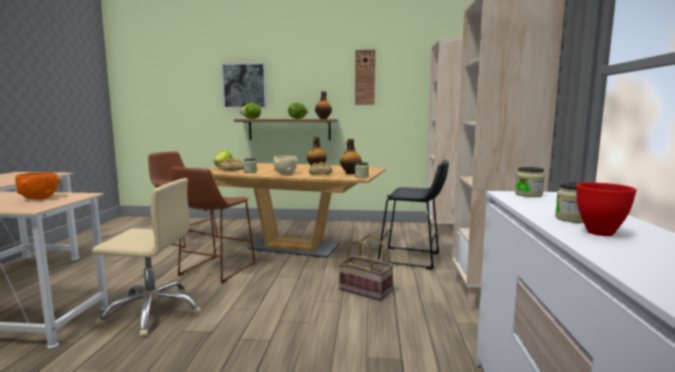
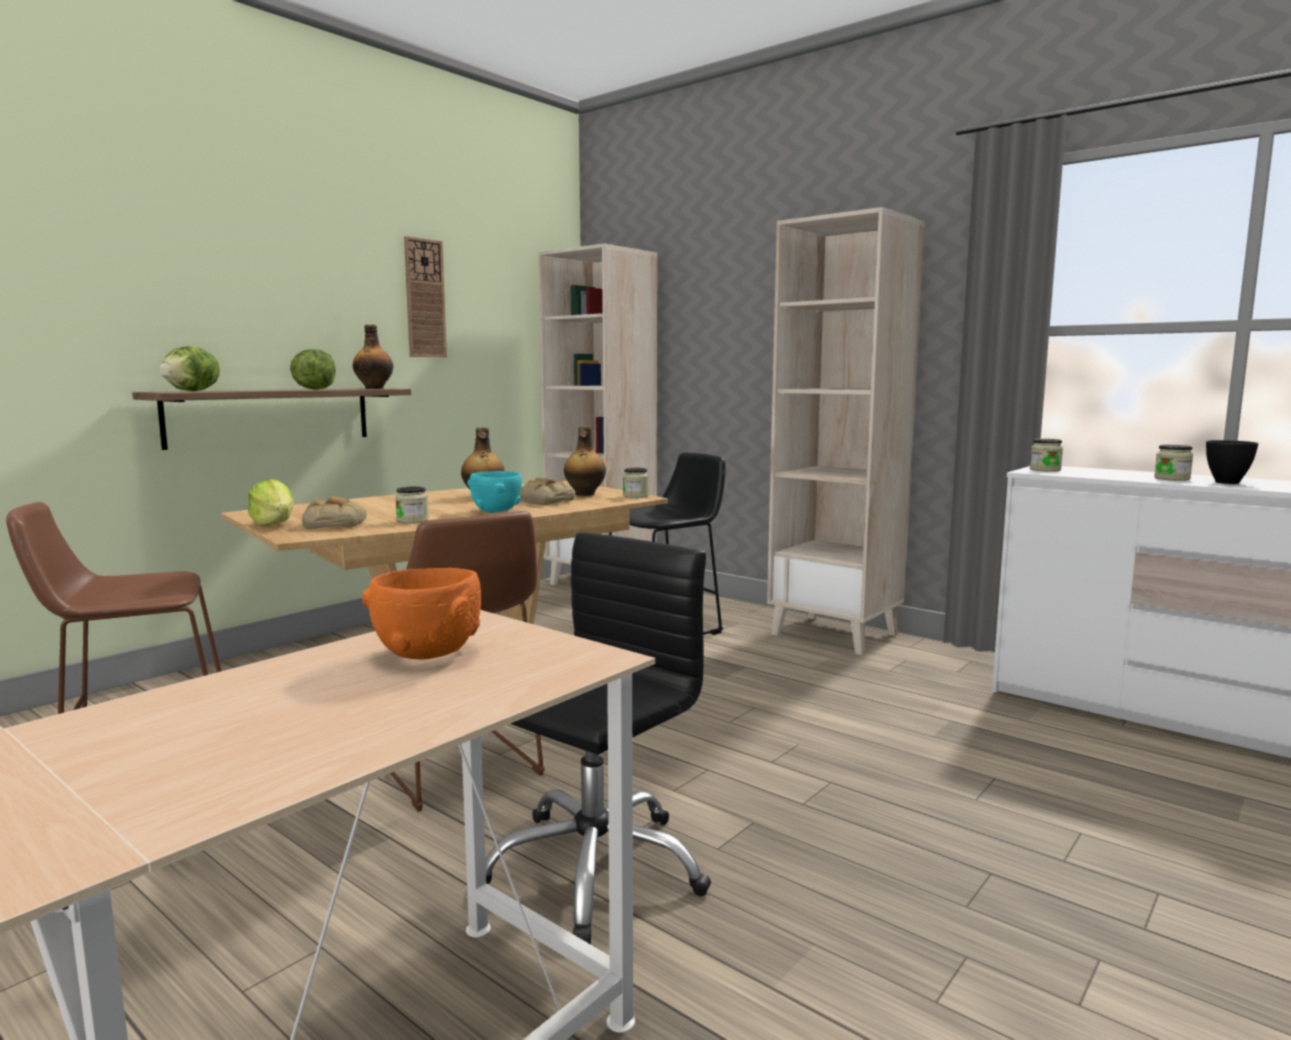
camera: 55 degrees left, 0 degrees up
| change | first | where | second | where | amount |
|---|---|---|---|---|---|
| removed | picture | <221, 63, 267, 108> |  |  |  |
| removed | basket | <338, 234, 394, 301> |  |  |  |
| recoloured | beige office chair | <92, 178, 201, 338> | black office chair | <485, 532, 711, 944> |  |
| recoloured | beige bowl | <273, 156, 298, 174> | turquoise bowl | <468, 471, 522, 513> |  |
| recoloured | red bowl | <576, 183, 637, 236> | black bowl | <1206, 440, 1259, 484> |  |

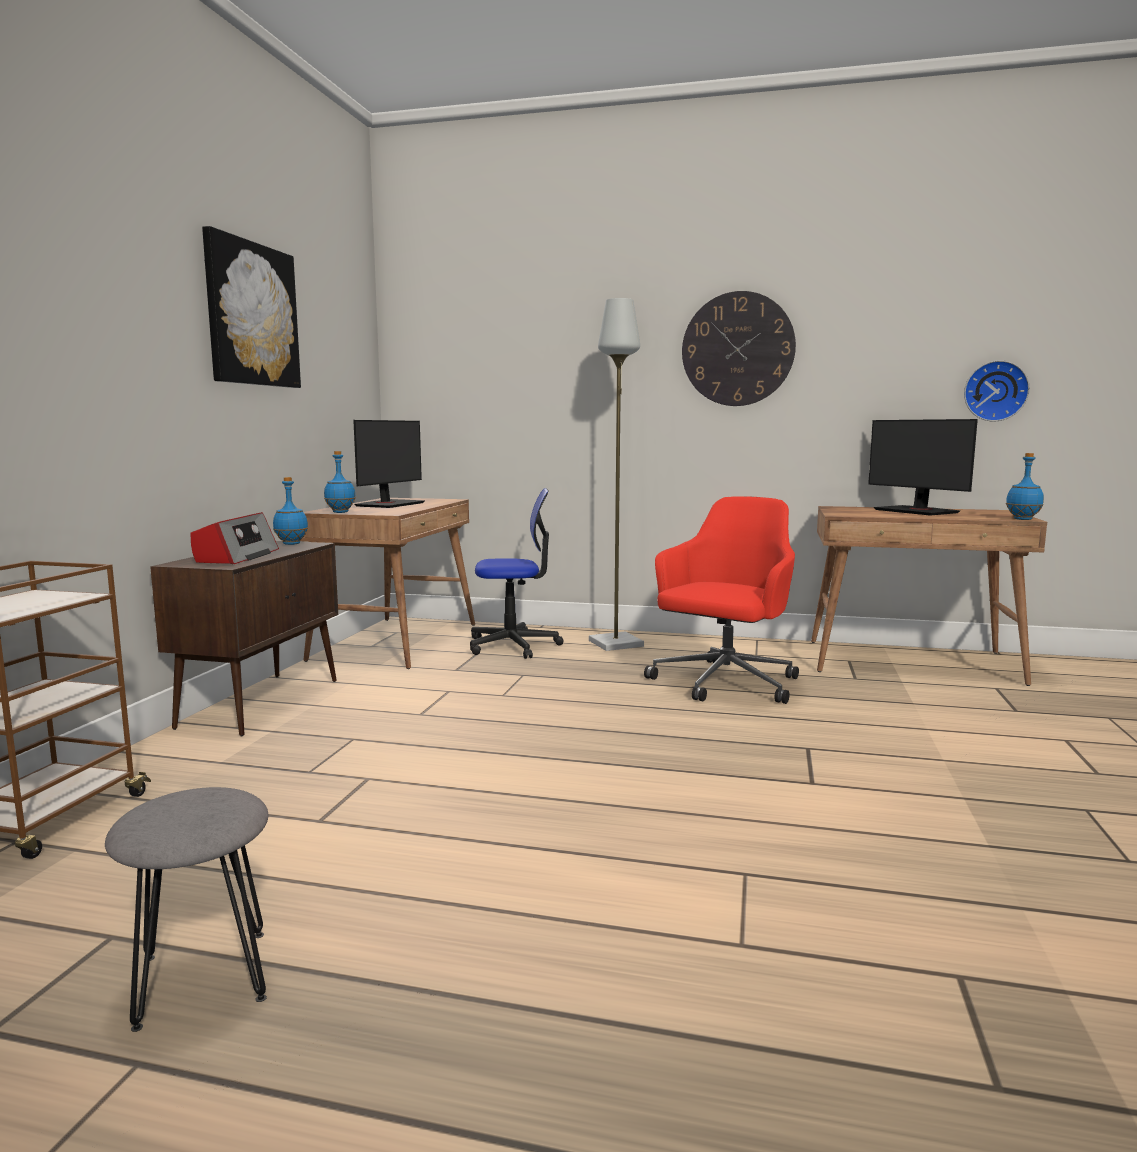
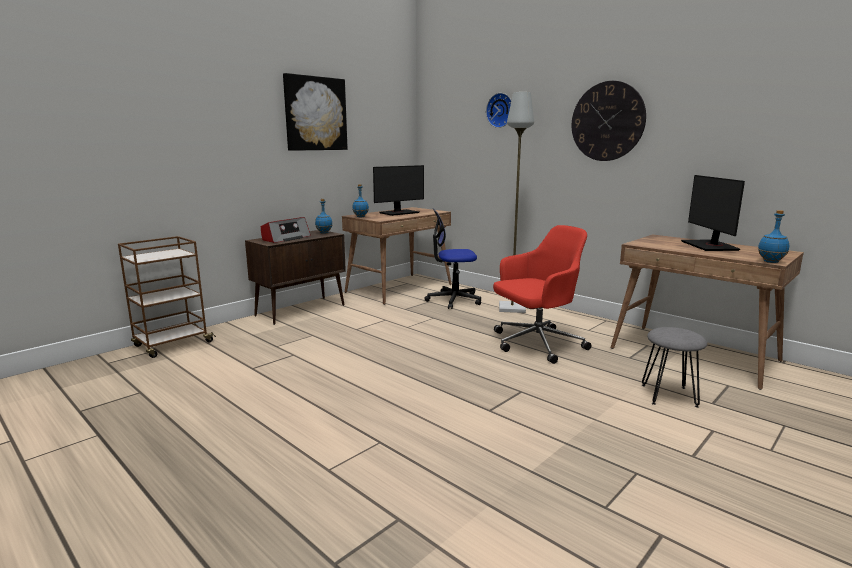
camera: 30 degrees right, 5 degrees up
| change | first | where | second | where | amount |
|---|---|---|---|---|---|
| moved | grey stool | <105, 787, 268, 1032> |  | <642, 327, 707, 408> |  |
| moved | wall clock | <964, 360, 1030, 422> |  | <486, 93, 511, 128> |  |
| turned | office chair | <470, 488, 563, 659> |  | <424, 208, 481, 309> | 150 degrees clockwise |

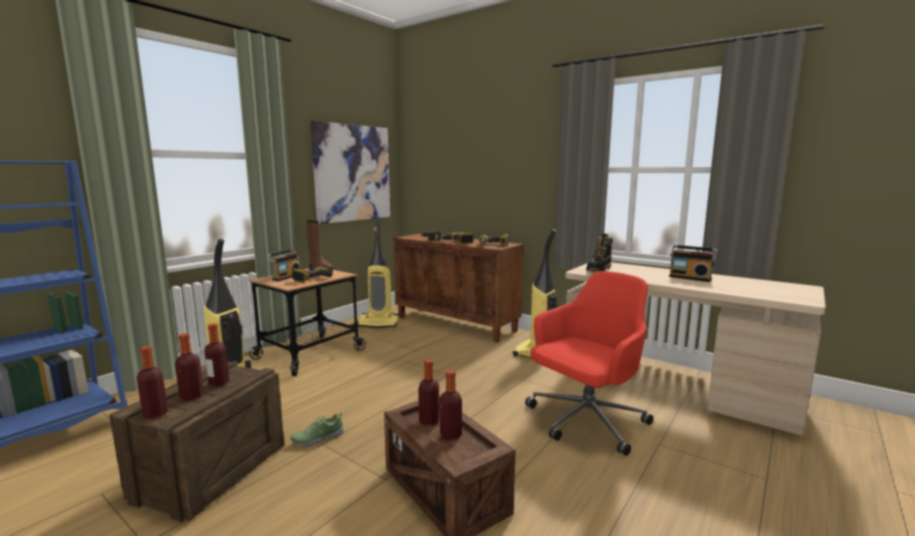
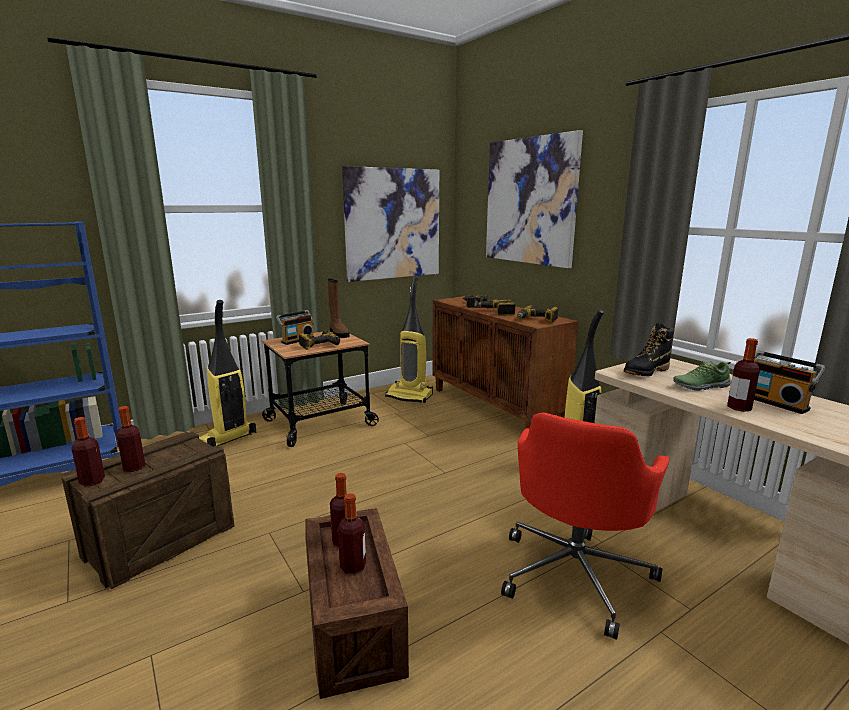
camera: 20 degrees right, 5 degrees up
| change | first | where | second | where | amount |
|---|---|---|---|---|---|
| added |  |  | picture | <486, 130, 583, 268> |  |
| moved | bottle | <204, 323, 229, 387> |  | <727, 338, 760, 412> |  |
| moved | shoe | <291, 413, 344, 447> |  | <673, 361, 731, 391> |  |
| turned | red office chair | <525, 271, 653, 456> |  | <501, 413, 670, 640> | 135 degrees clockwise |

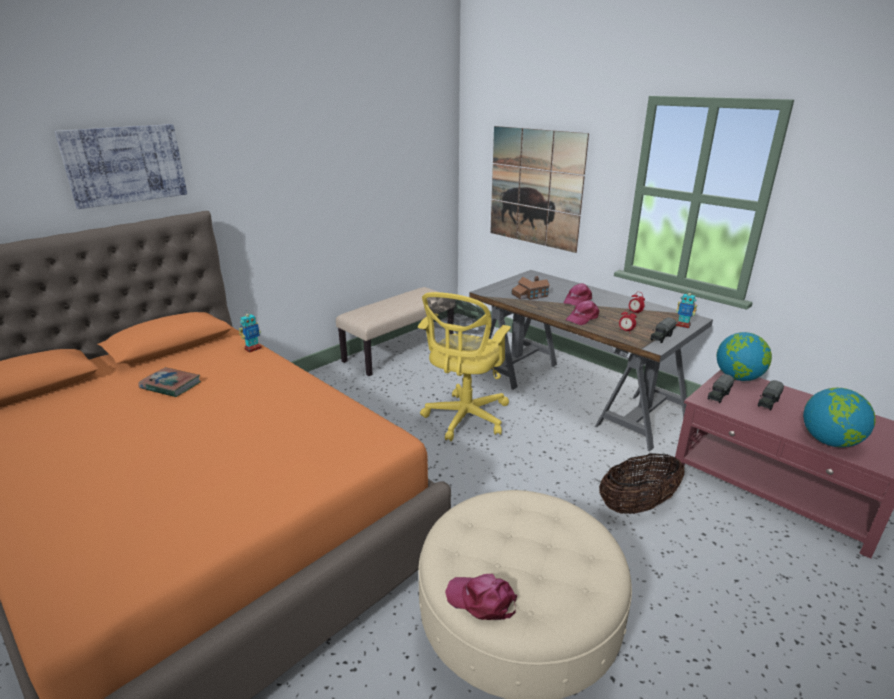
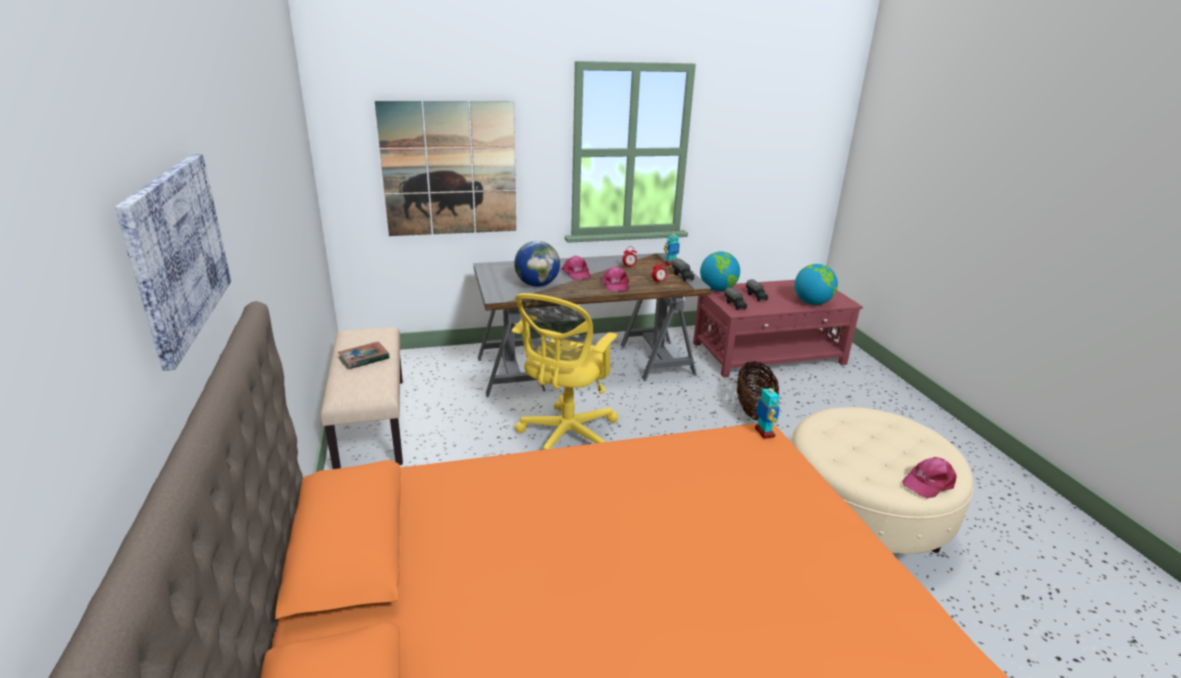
camera: 60 degrees left, 0 degrees up
| change | first | where | second | where | amount |
|---|---|---|---|---|---|
| moved | book | <138, 367, 201, 397> |  | <338, 342, 390, 369> |  |
| moved | toy robot | <239, 314, 262, 353> |  | <755, 384, 780, 439> |  |
| replaced | toy house | <512, 276, 550, 300> | globe | <514, 241, 560, 287> |  |
| turned | yellow office chair | <418, 292, 511, 441> |  | <512, 293, 619, 450> | 60 degrees clockwise |

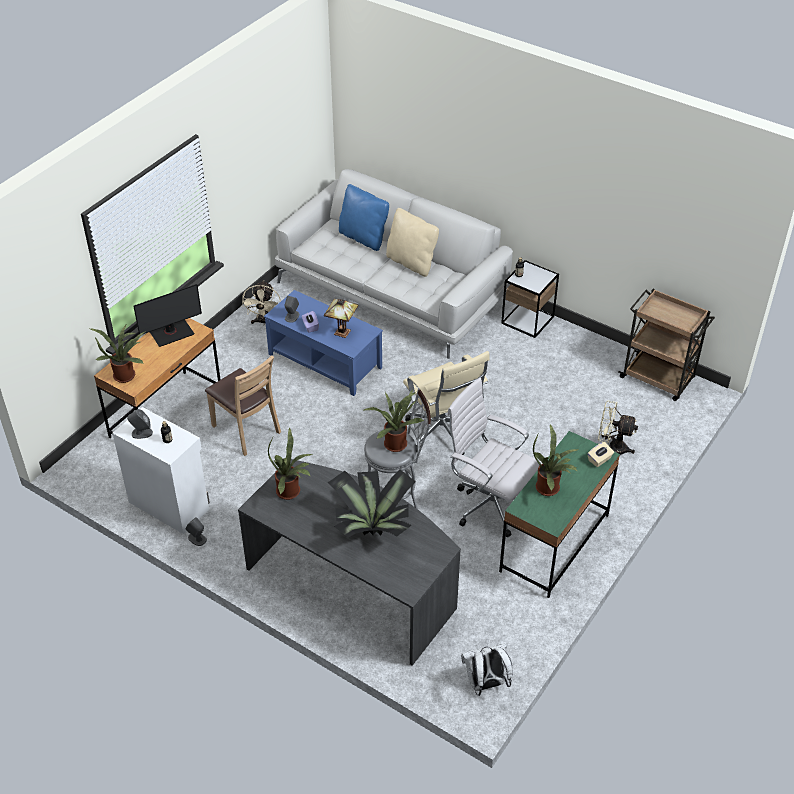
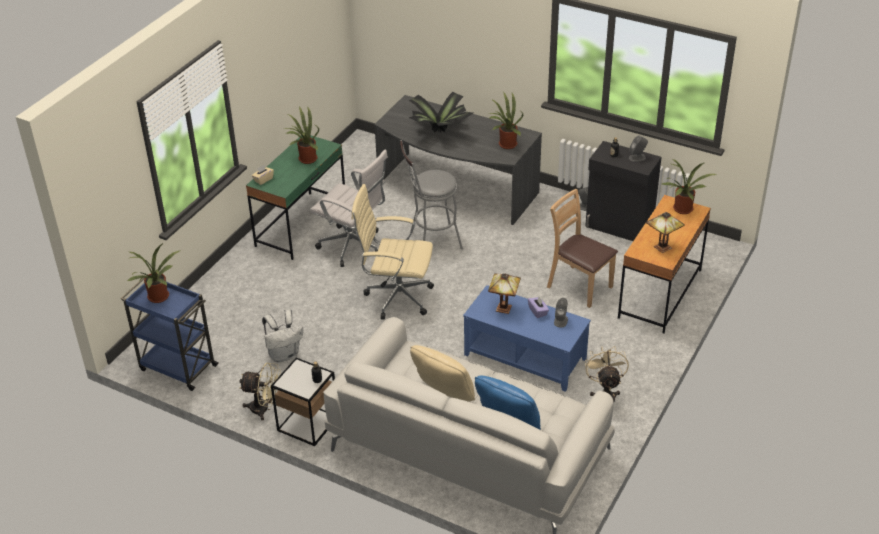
camera: 175 degrees right, 5 degrees down
| change | first | where | second | where | amount |
|---|---|---|---|---|---|
| moved | potted plant | <364, 389, 424, 452> |  | <127, 243, 181, 303> |  |
| moved | white backpack | <461, 643, 513, 696> |  | <262, 309, 303, 362> |  |
| moved | beige fan | <598, 401, 638, 455> |  | <239, 363, 281, 420> |  |
| replaced | monitor | <133, 284, 202, 347> | table lamp | <646, 212, 685, 253> |  |
| recoloured | white cabinet | <112, 407, 210, 534> | black cabinet | <585, 141, 662, 241> |  |
| recoloured | brown cart | <618, 289, 715, 401> | blue cart | <121, 278, 219, 391> |  |
| turned | beige office chair | <403, 351, 490, 455> |  | <352, 184, 434, 320> | 45 degrees counterclockwise |

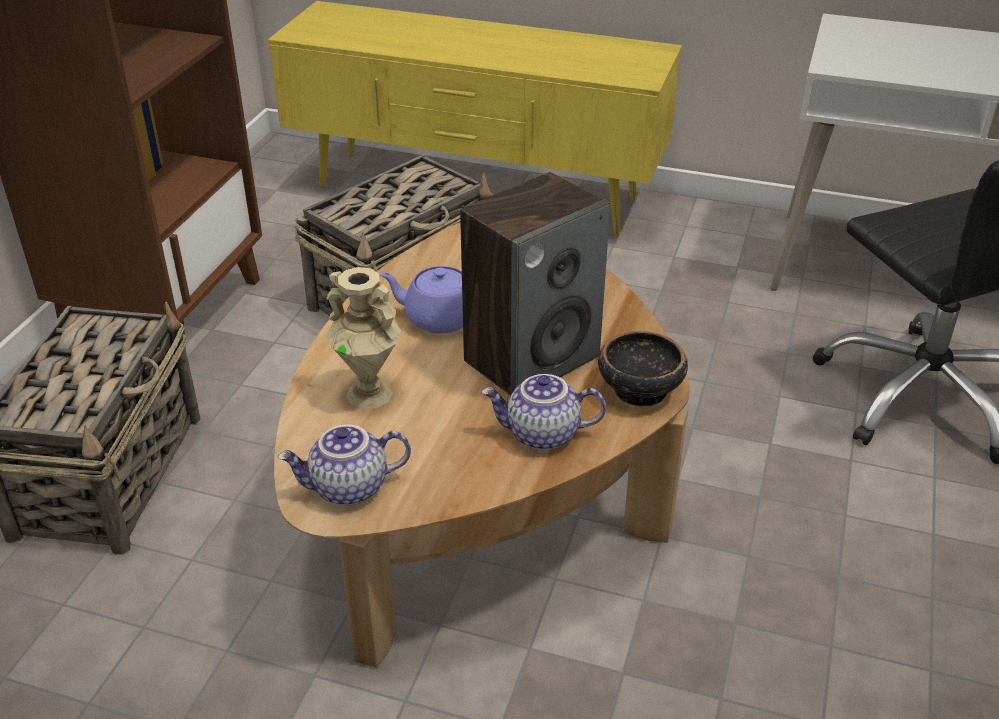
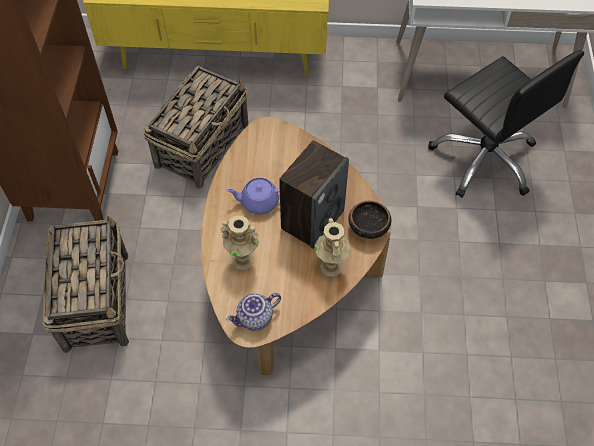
camera: 15 degrees left, 20 degrees up
| change | first | where | second | where | amount |
|---|---|---|---|---|---|
| replaced | teapot | <481, 374, 606, 450> | beige vase | <315, 218, 351, 277> |  |

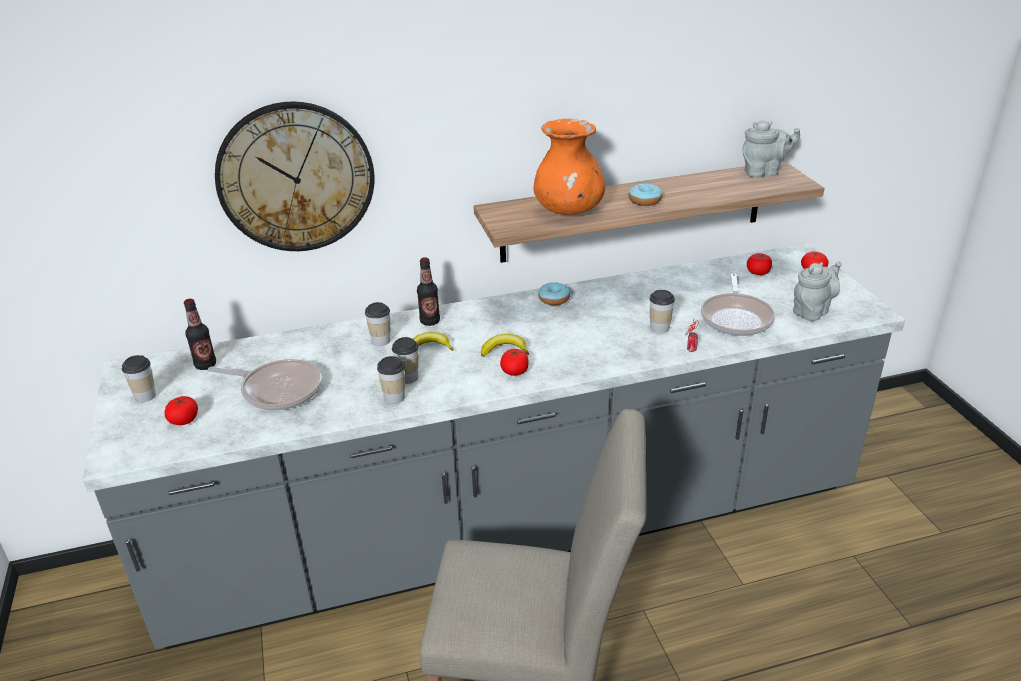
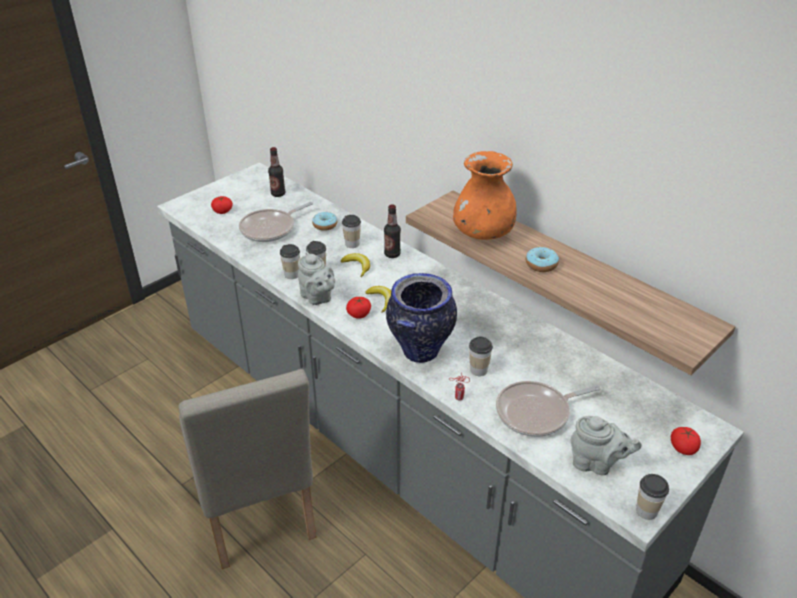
camera: 60 degrees right, 5 degrees up
| change | first | where | second | where | amount |
|---|---|---|---|---|---|
| removed | wall clock | <215, 101, 374, 251> |  |  |  |
| removed | tomato | <747, 253, 772, 275> |  |  |  |
| added |  |  | vase | <386, 273, 457, 363> |  |
| moved | cup | <122, 355, 156, 402> |  | <636, 474, 669, 520> |  |
| moved | donut | <538, 282, 570, 305> |  | <312, 212, 337, 231> |  |
| moved | grey teapot | <743, 120, 800, 178> |  | <298, 252, 335, 305> |  |
| turned | frying pan | <208, 359, 322, 410> |  | <239, 202, 313, 242> | 60 degrees clockwise |

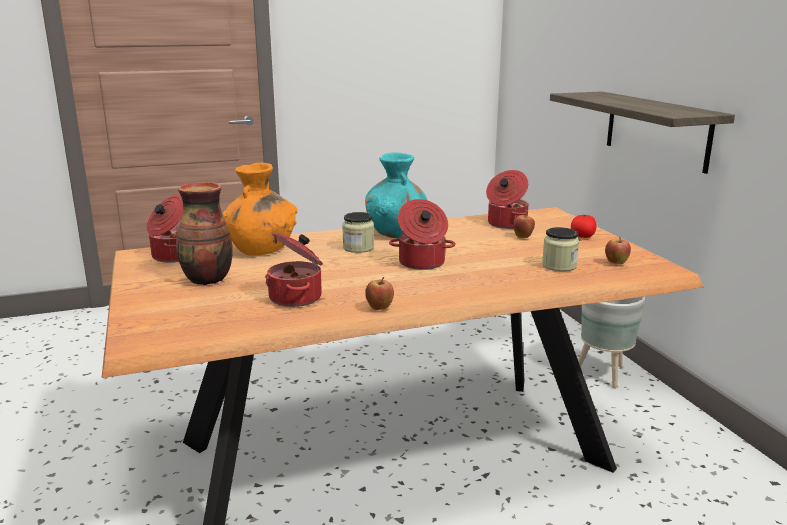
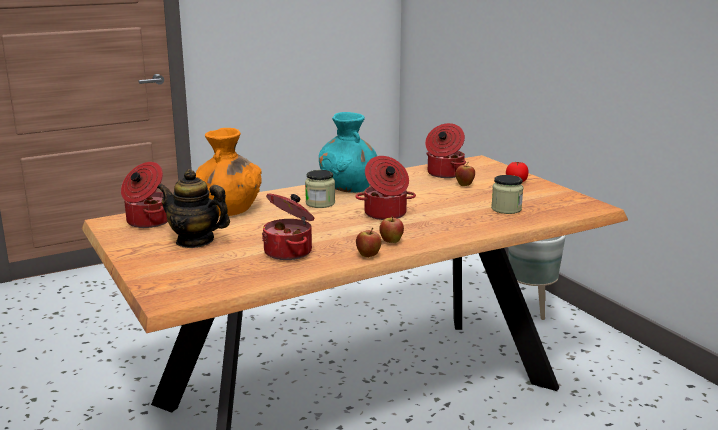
camera: 10 degrees left, 0 degrees up
| change | first | where | second | where | amount |
|---|---|---|---|---|---|
| removed | shelf | <550, 91, 735, 174> |  |  |  |
| moved | apple | <605, 237, 631, 264> |  | <379, 216, 404, 243> |  |
| replaced | vase | <176, 182, 233, 285> | teapot | <157, 169, 230, 248> |  |

